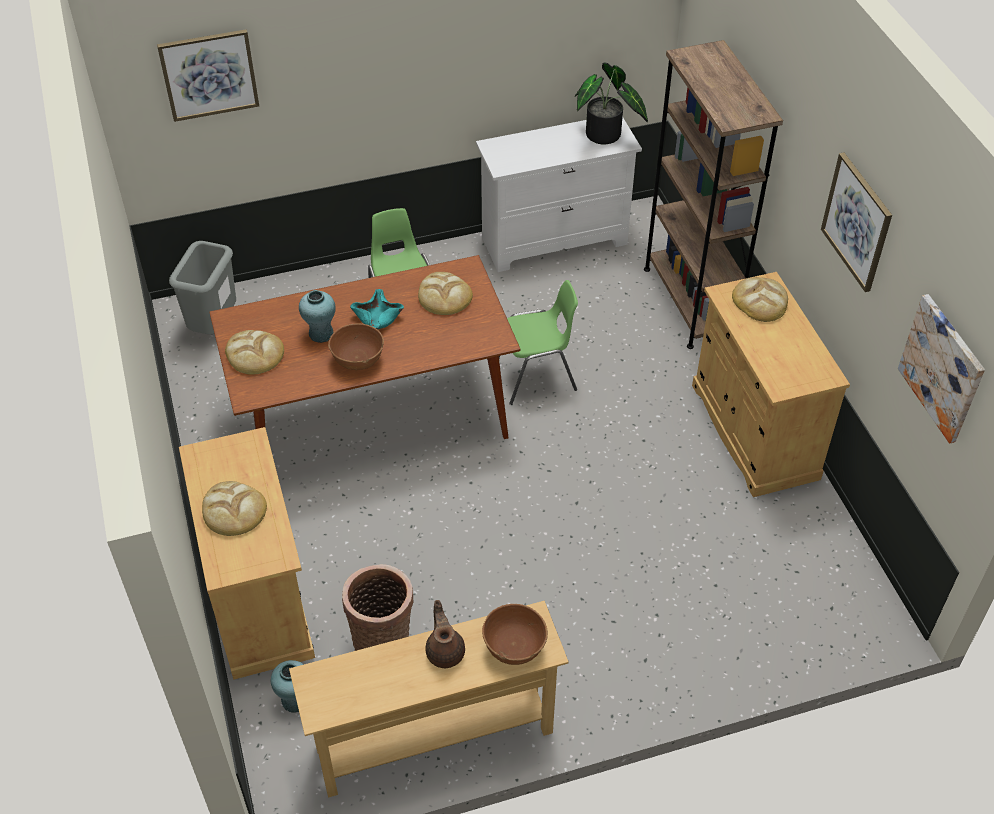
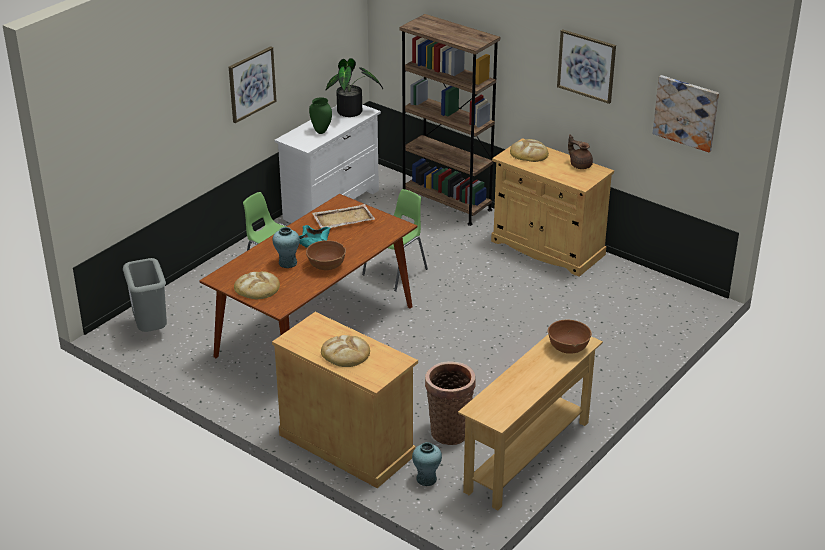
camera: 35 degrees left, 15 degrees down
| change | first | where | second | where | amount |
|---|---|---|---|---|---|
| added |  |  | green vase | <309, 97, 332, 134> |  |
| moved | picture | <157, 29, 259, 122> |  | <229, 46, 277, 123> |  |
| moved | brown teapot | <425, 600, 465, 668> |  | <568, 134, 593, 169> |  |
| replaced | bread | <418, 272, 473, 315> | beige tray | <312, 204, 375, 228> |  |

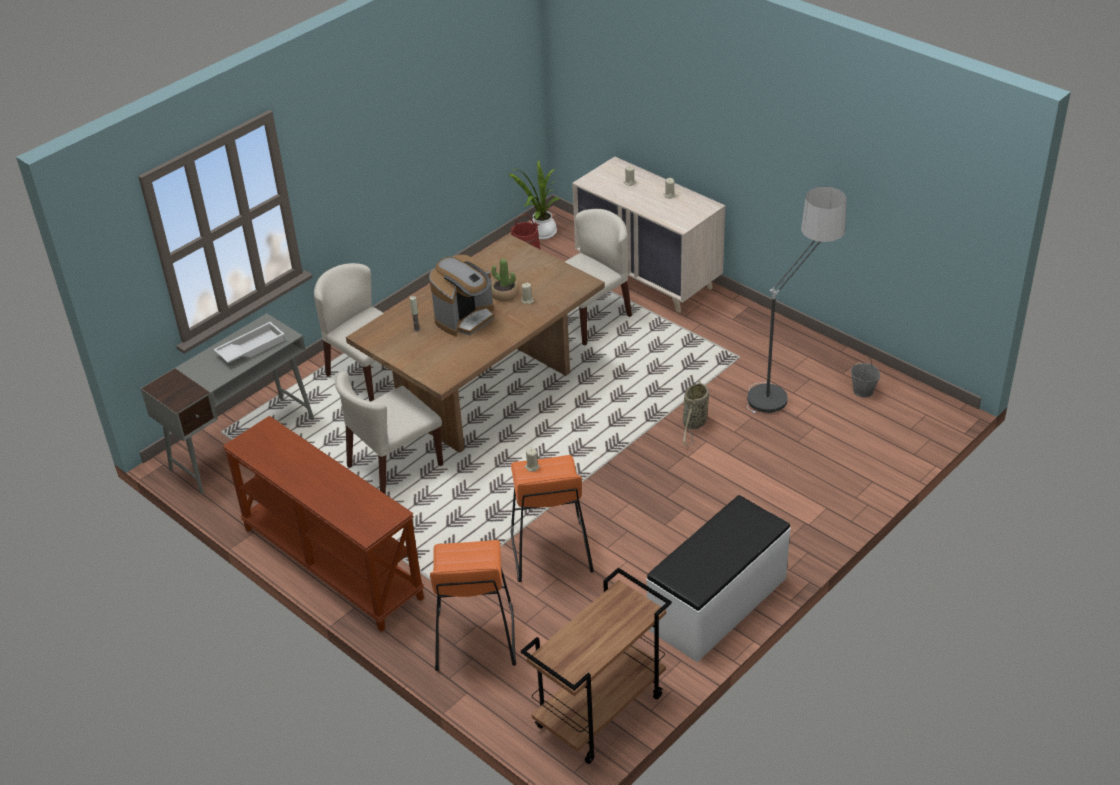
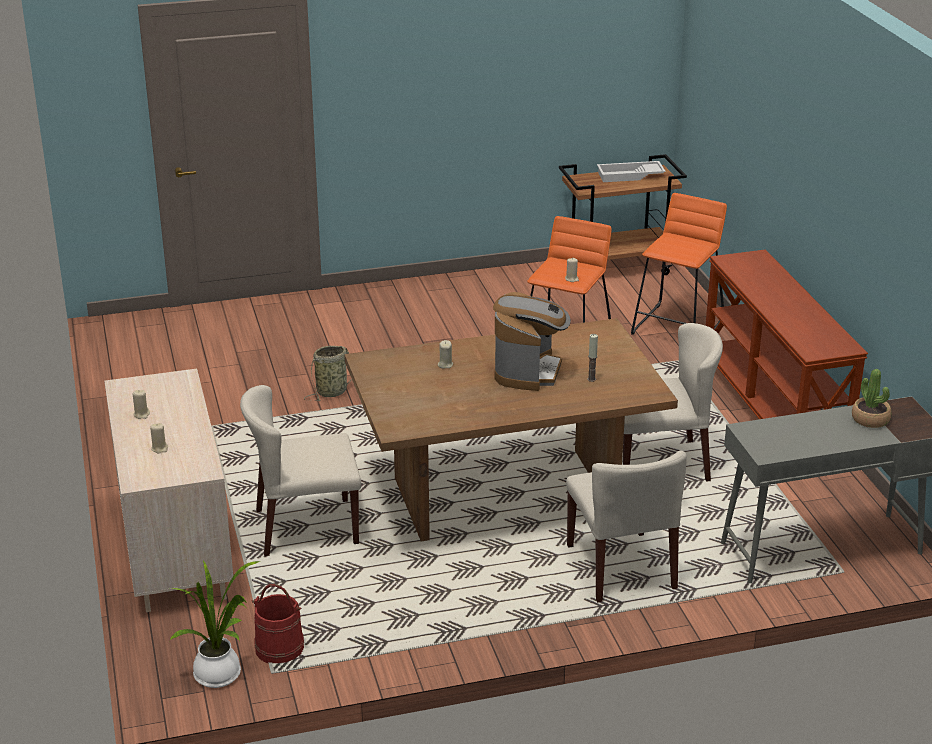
camera: 150 degrees left, 10 degrees down
| change | first | where | second | where | amount |
|---|---|---|---|---|---|
| removed | white bench | <646, 495, 791, 662> |  |  |  |
| removed | floor lamp | <747, 186, 847, 414> |  |  |  |
| removed | grey bucket | <851, 358, 880, 398> |  |  |  |
| moved | white tray | <213, 322, 284, 363> |  | <597, 161, 666, 182> |  |
| moved | potted plant | <491, 258, 519, 301> |  | <852, 369, 891, 428> |  |
| turned | coffee machine | <429, 255, 494, 337> |  | <493, 292, 571, 391> | 120 degrees clockwise |

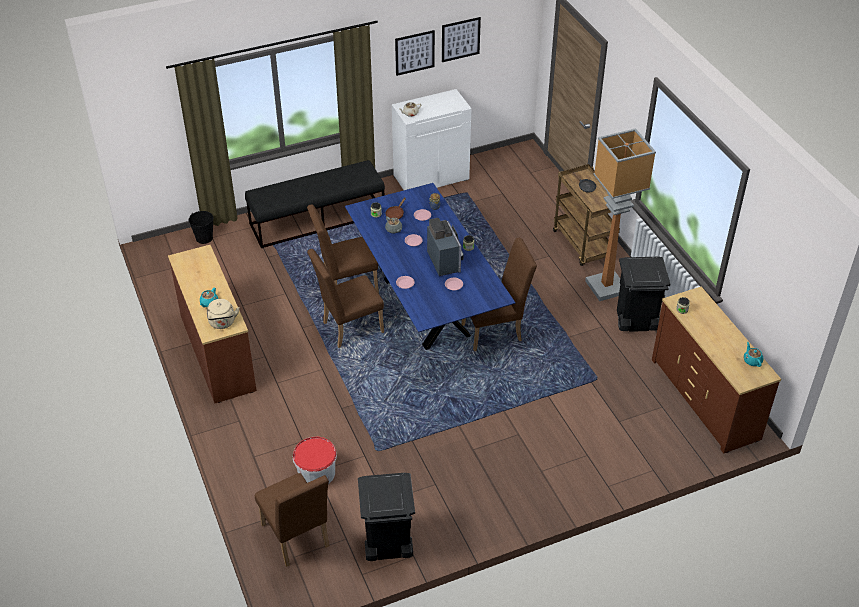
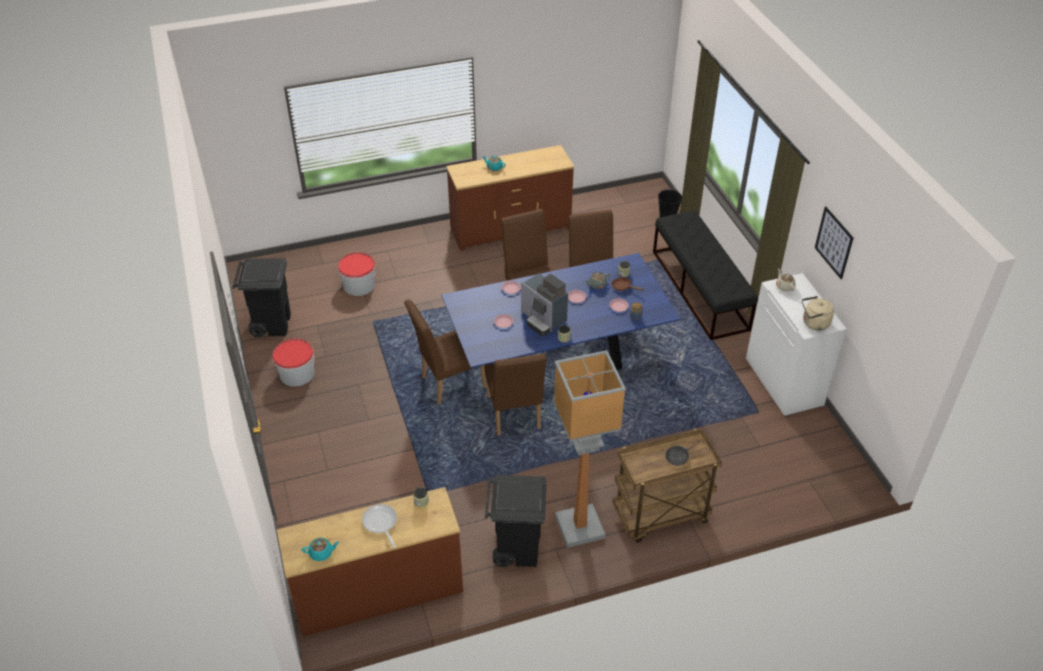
camera: 95 degrees right, 0 degrees up
| change | first | where | second | where | amount |
|---|---|---|---|---|---|
| removed | picture | <442, 17, 481, 62> |  |  |  |
| added |  |  | bucket | <272, 338, 315, 386> |  |
| added |  |  | frying pan | <362, 504, 397, 548> |  |
| moved | beige kettle | <207, 299, 240, 329> |  | <802, 296, 834, 330> |  |
| moved | brown chair | <255, 473, 329, 567> |  | <404, 299, 487, 405> |  |
| turned | coffee machine | <427, 218, 464, 276> |  | <521, 273, 568, 336> | 60 degrees clockwise |

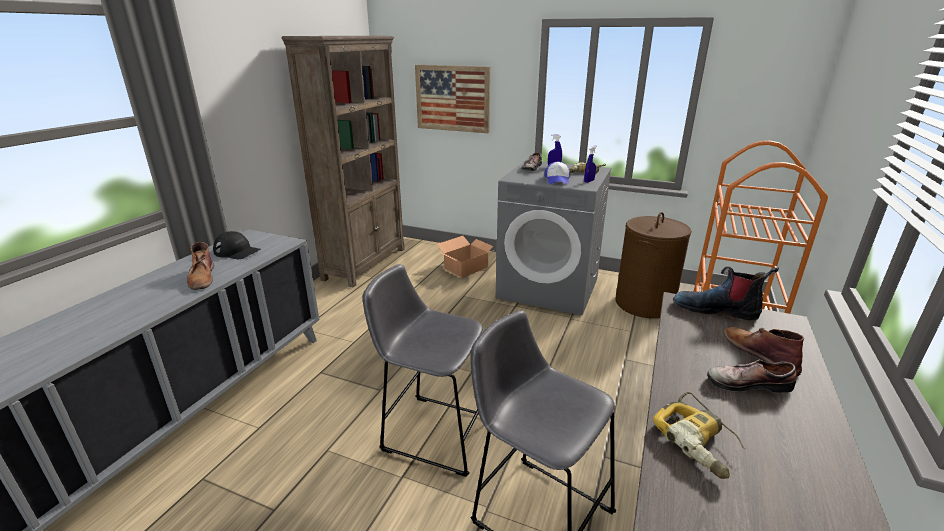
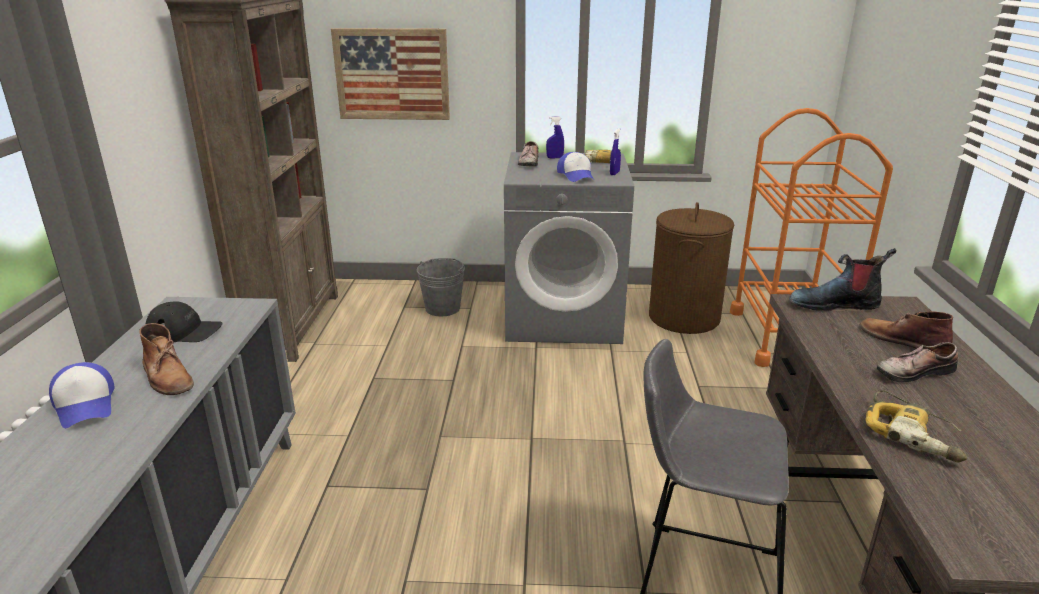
camera: 20 degrees left, 0 degrees up
| change | first | where | second | where | amount |
|---|---|---|---|---|---|
| removed | grey stool | <363, 264, 483, 477> |  |  |  |
| added |  |  | cap | <49, 362, 115, 428> |  |
| replaced | cardboard box | <437, 236, 494, 278> | grey bucket | <417, 258, 465, 316> |  |

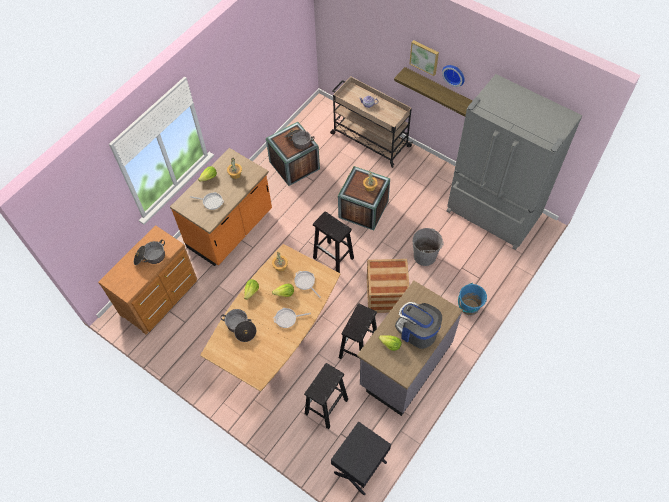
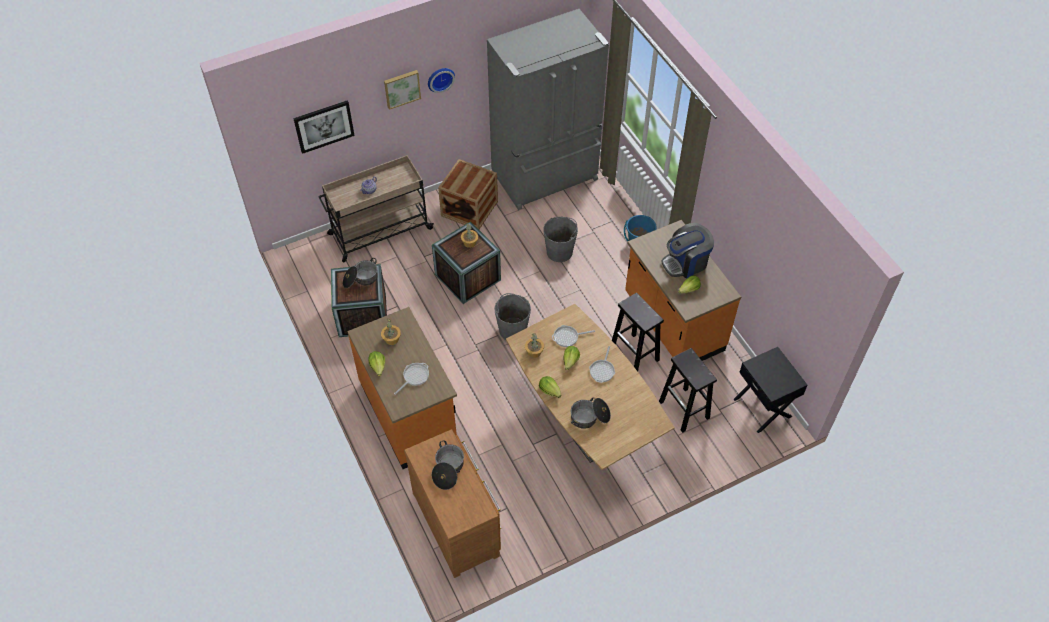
camera: 65 degrees left, 5 degrees down
| change | first | where | second | where | amount |
|---|---|---|---|---|---|
| removed | shelf | <394, 67, 472, 116> |  |  |  |
| added |  |  | picture | <293, 100, 355, 154> |  |
| moved | crate | <367, 259, 409, 313> |  | <438, 159, 498, 229> |  |
| replaced | black stool | <313, 211, 354, 273> | grey bucket | <494, 293, 531, 340> |  |
| recoloured | grey counter | <357, 281, 463, 416> | orange counter | <625, 220, 741, 361> |  |

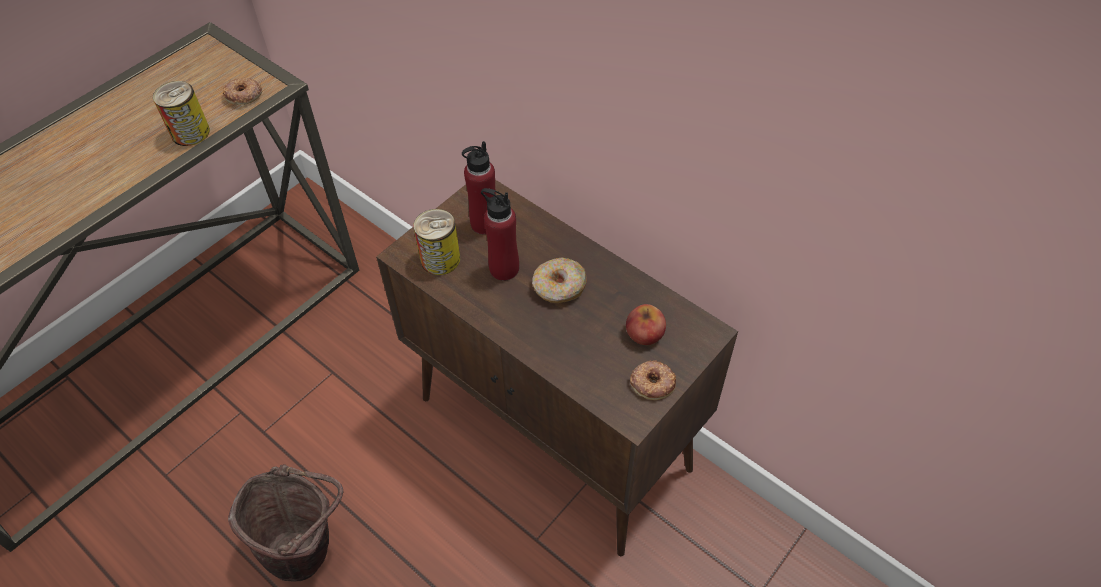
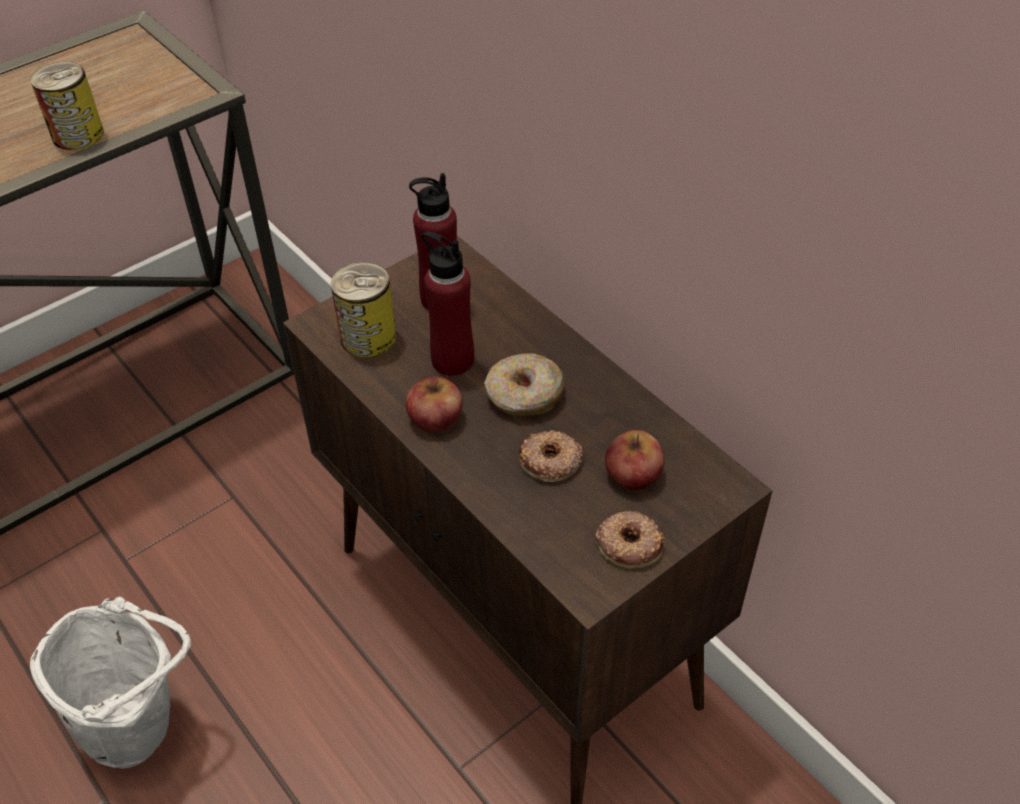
camera: 10 degrees right, 5 degrees down
| change | first | where | second | where | amount |
|---|---|---|---|---|---|
| added |  |  | apple | <406, 376, 463, 432> |  |
| moved | donut | <223, 77, 262, 105> |  | <519, 430, 583, 482> |  |
| recoloured | brown bucket | <228, 464, 344, 582> | white bucket | <30, 596, 191, 769> |  |

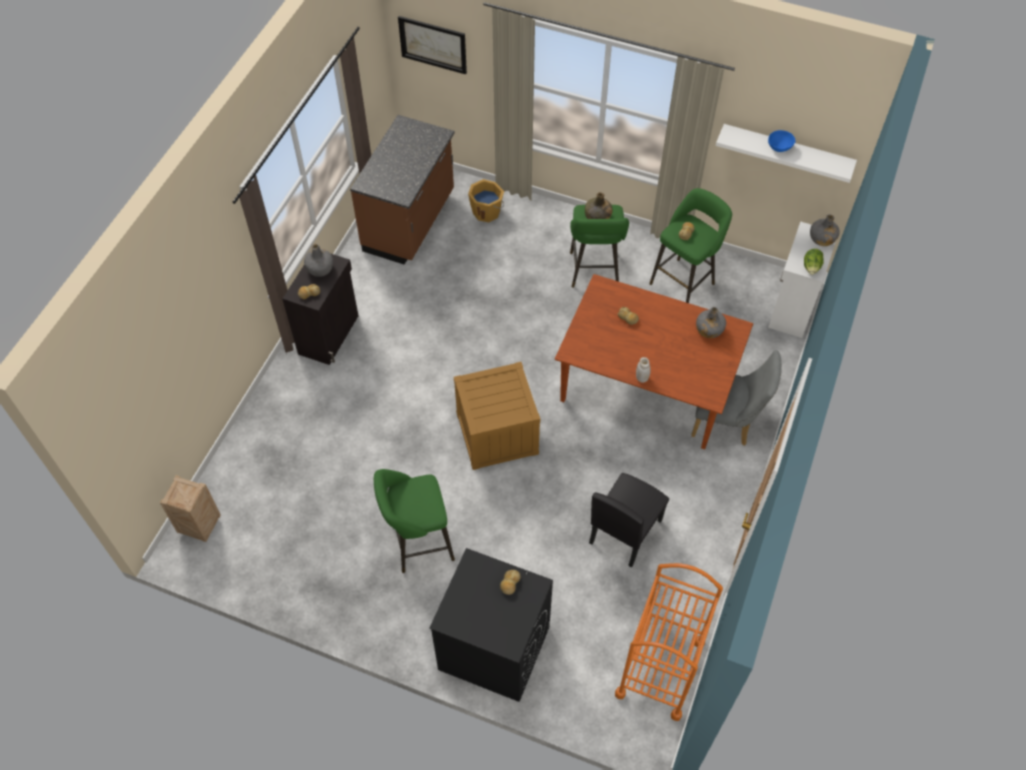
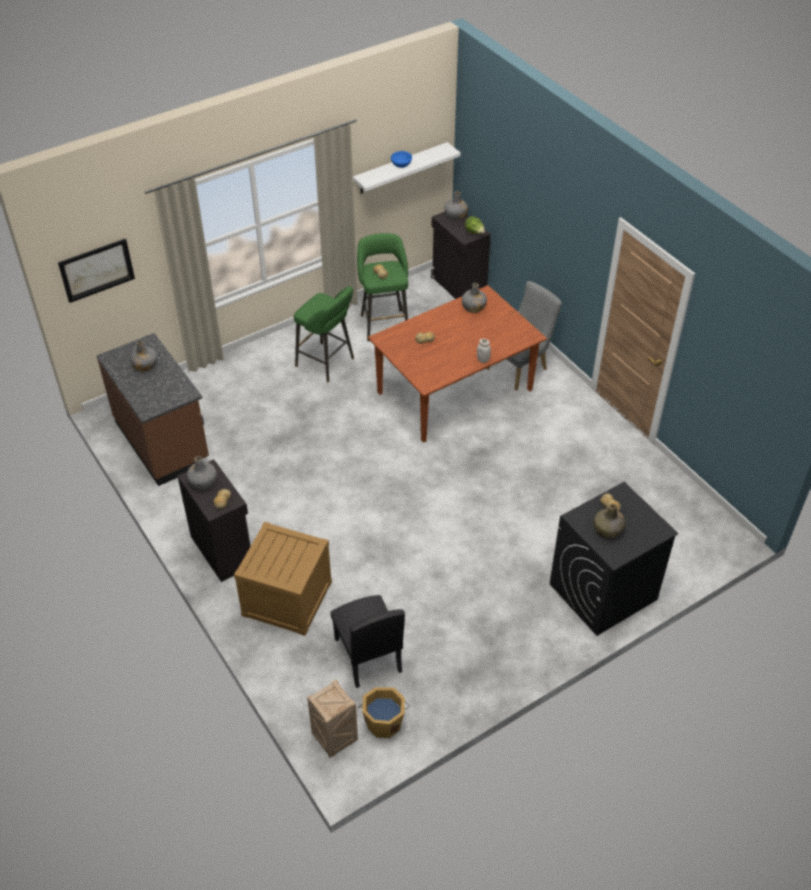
camera: 55 degrees left, 10 degrees down
| change | first | where | second | where | amount |
|---|---|---|---|---|---|
| removed | green stool | <374, 469, 455, 573> |  |  |  |
| removed | orange cart | <615, 563, 723, 721> |  |  |  |
| added |  |  | grey bottle | <130, 340, 157, 372> |  |
| moved | crate | <454, 362, 540, 470> |  | <234, 522, 332, 636> |  |
| moved | orange bucket | <468, 179, 504, 222> |  | <358, 687, 410, 738> |  |
| moved | green bottle | <585, 192, 612, 219> |  | <594, 504, 626, 539> |  |
| moved | black chair | <589, 473, 669, 567> |  | <330, 595, 405, 688> |  |
| recoloured | white cabinet | <768, 221, 836, 338> | black cabinet | <431, 212, 491, 299> |  |

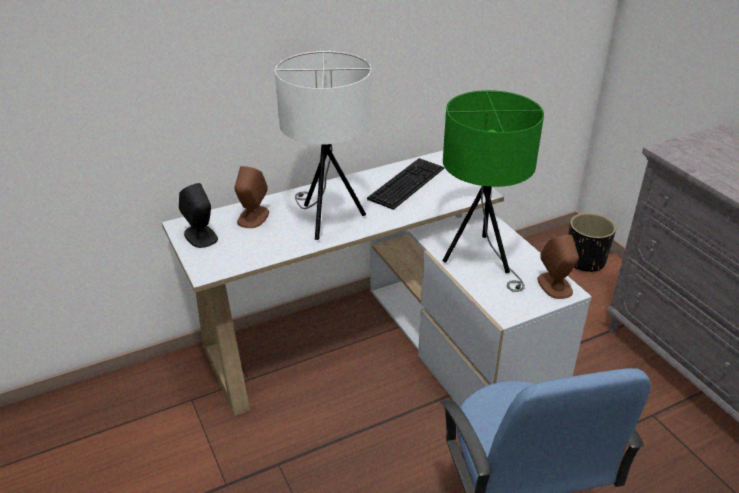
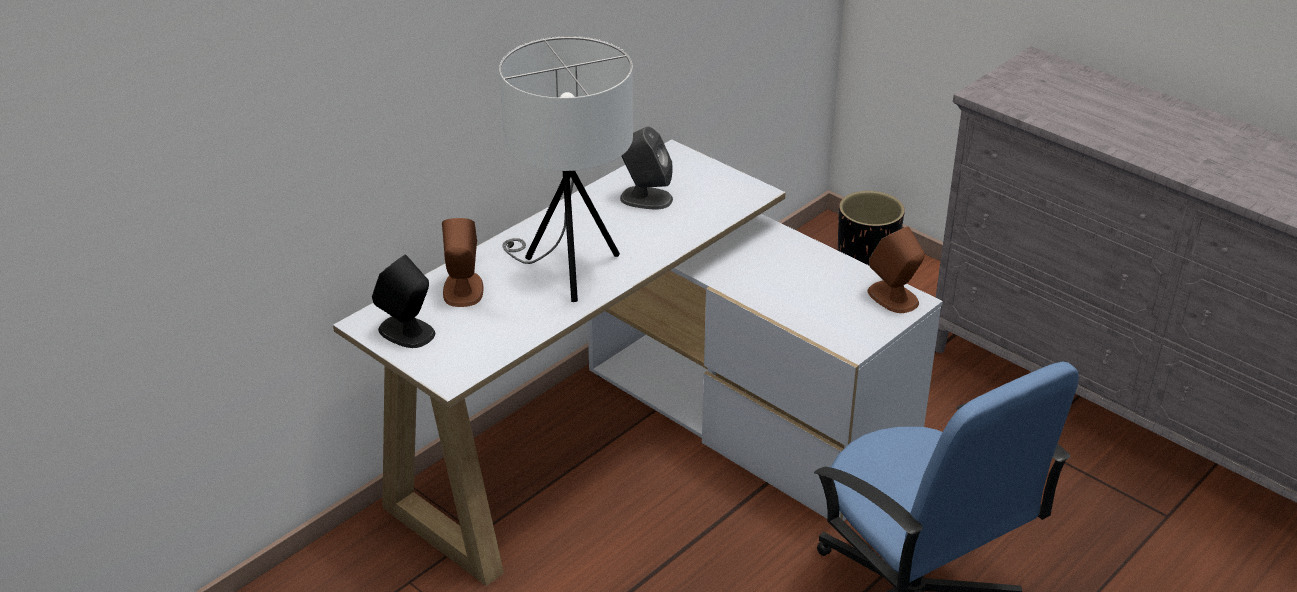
camera: 20 degrees left, 0 degrees up
| change | first | where | second | where | amount |
|---|---|---|---|---|---|
| removed | green table lamp | <442, 90, 544, 292> |  |  |  |
| replaced | keyboard | <367, 158, 444, 210> | grey speaker | <620, 126, 673, 209> |  |

